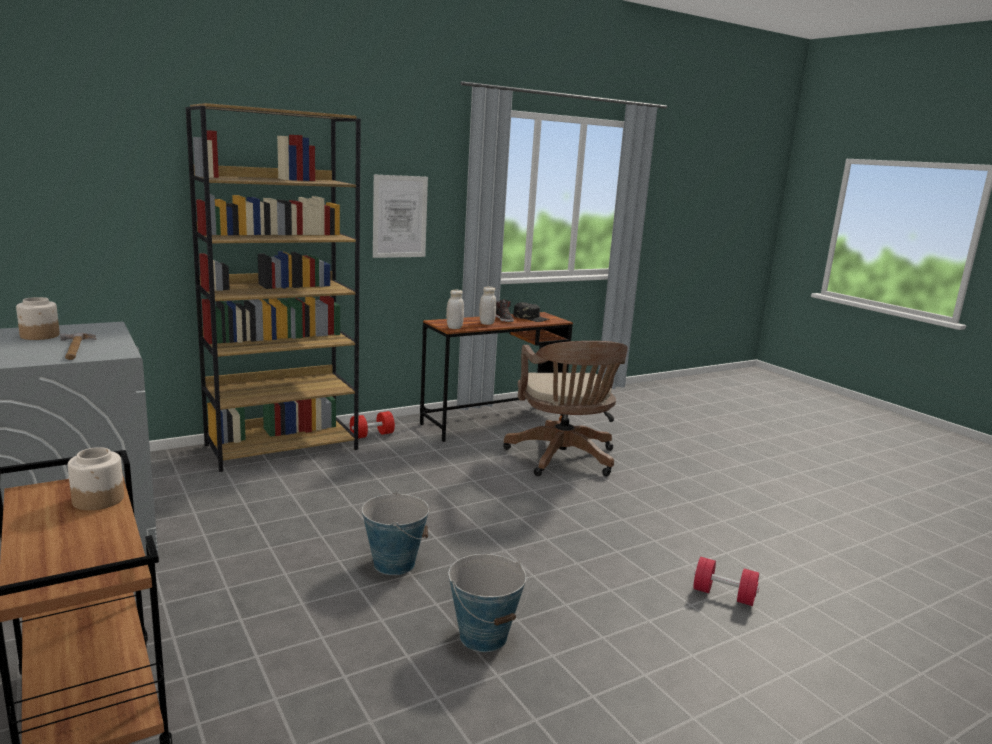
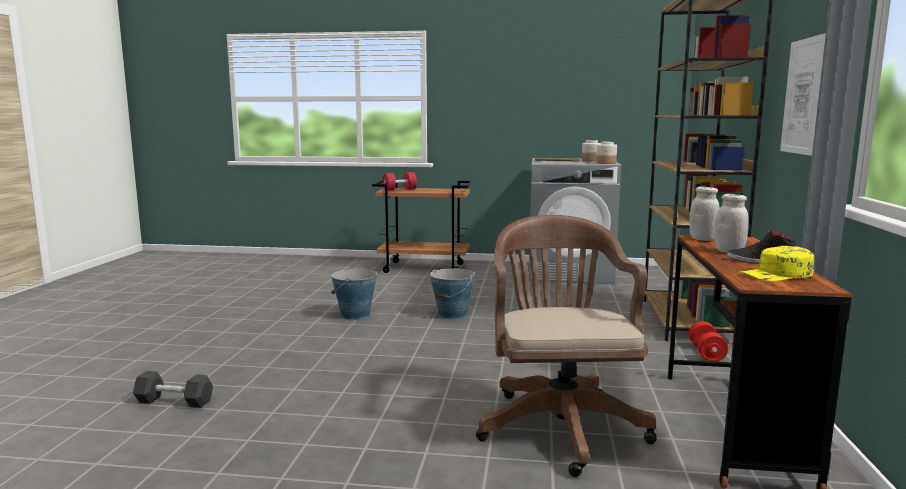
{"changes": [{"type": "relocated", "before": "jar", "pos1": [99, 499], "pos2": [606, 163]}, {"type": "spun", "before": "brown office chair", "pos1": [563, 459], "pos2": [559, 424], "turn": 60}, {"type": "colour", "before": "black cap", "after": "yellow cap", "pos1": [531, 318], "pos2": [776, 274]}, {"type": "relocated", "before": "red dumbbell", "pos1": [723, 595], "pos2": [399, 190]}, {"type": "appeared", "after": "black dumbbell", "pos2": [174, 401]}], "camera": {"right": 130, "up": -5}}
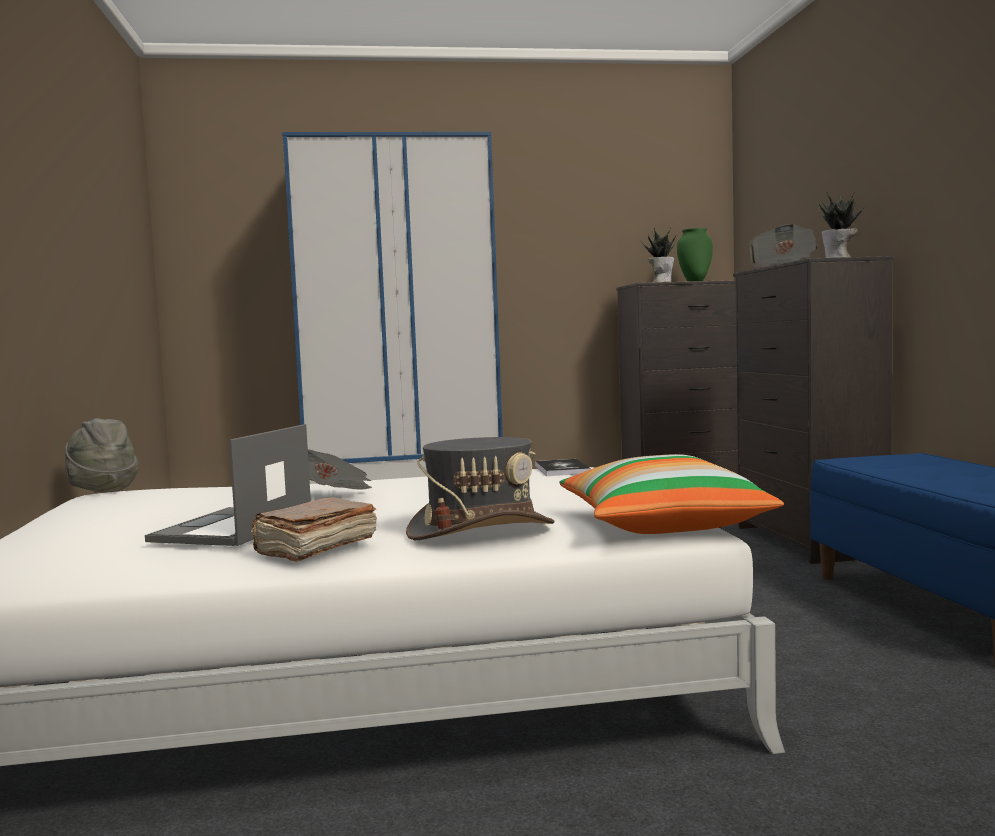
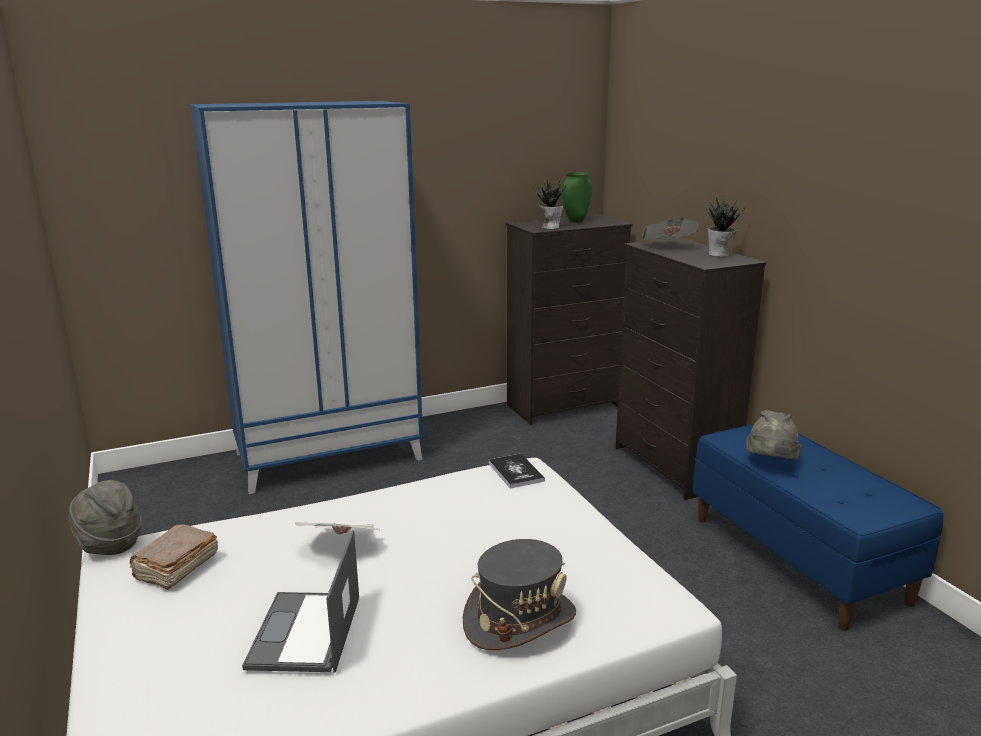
{"changes": [{"type": "relocated", "before": "brown book", "pos1": [314, 548], "pos2": [176, 568]}, {"type": "missing", "before": "pillow", "pos1": [661, 525]}, {"type": "appeared", "after": "grey hat", "pos2": [770, 464]}], "camera": {"right": -15, "up": 15}}
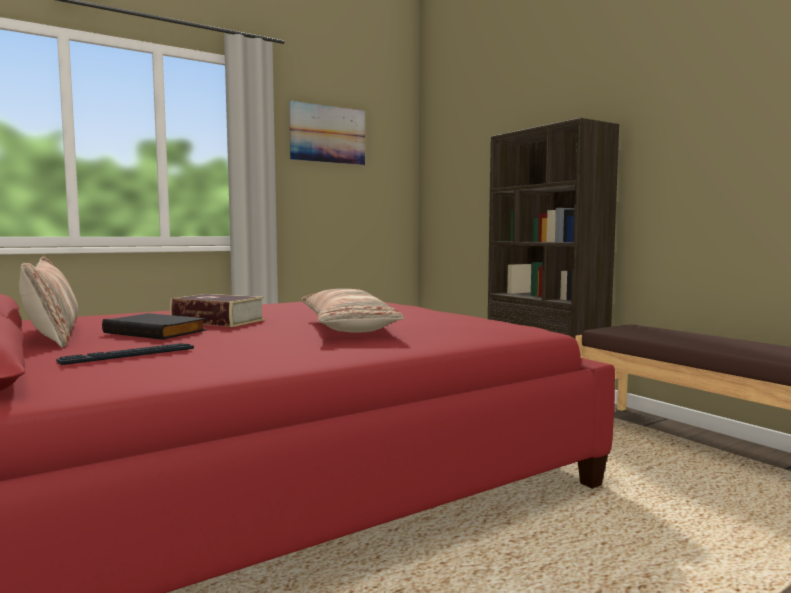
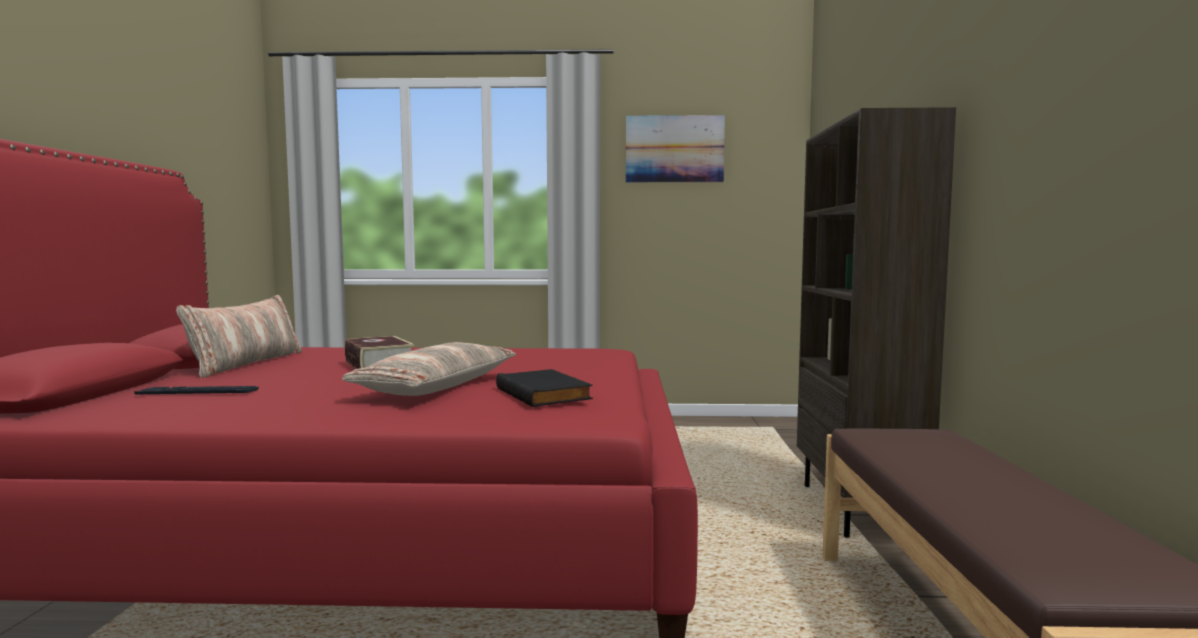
{"changes": [{"type": "relocated", "before": "black book", "pos1": [157, 331], "pos2": [545, 393]}], "camera": {"right": 35, "up": 0}}
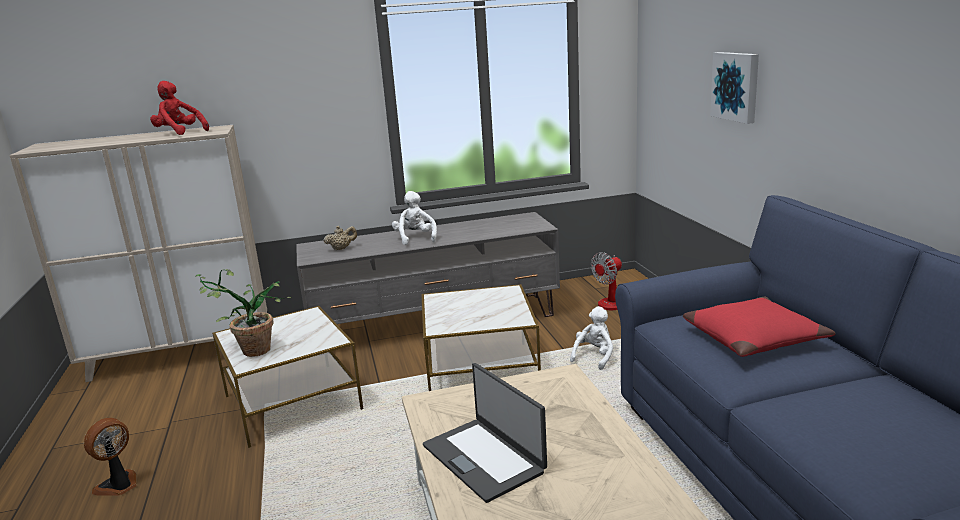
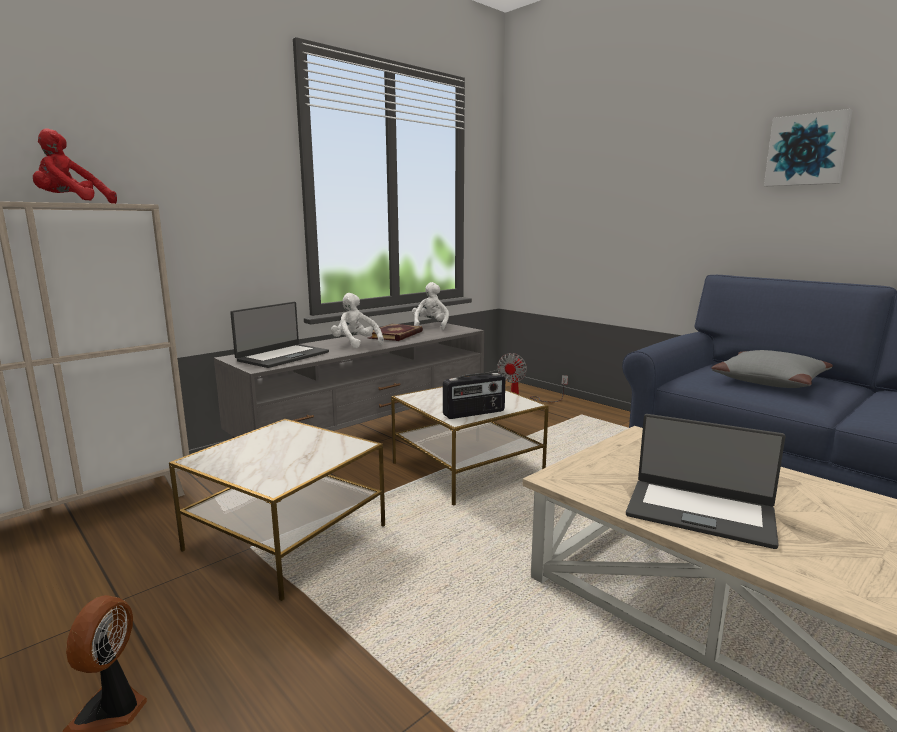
{"changes": [{"type": "missing", "before": "potted plant", "pos1": [248, 352]}, {"type": "exchanged", "before": "beige teapot", "after": "laptop", "pos1": [341, 248], "pos2": [282, 356]}, {"type": "relocated", "before": "white plush toy", "pos1": [594, 357], "pos2": [430, 326]}, {"type": "colour", "before": "red pillow", "after": "grey pillow", "pos1": [753, 338], "pos2": [768, 380]}, {"type": "relocated", "before": "picture", "pos1": [736, 86], "pos2": [807, 150]}, {"type": "appeared", "after": "book", "pos2": [396, 335]}, {"type": "appeared", "after": "radio", "pos2": [474, 413]}], "camera": {"right": -30, "up": -5}}
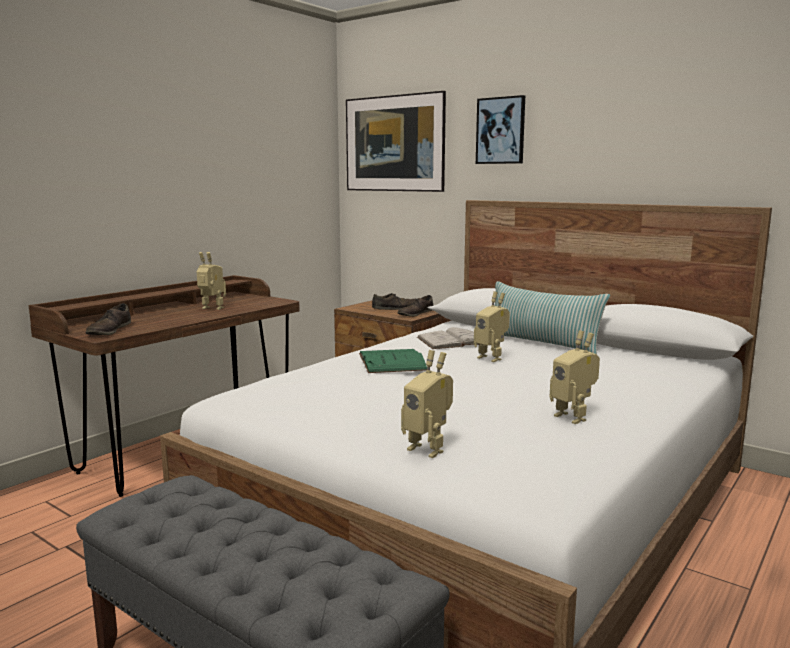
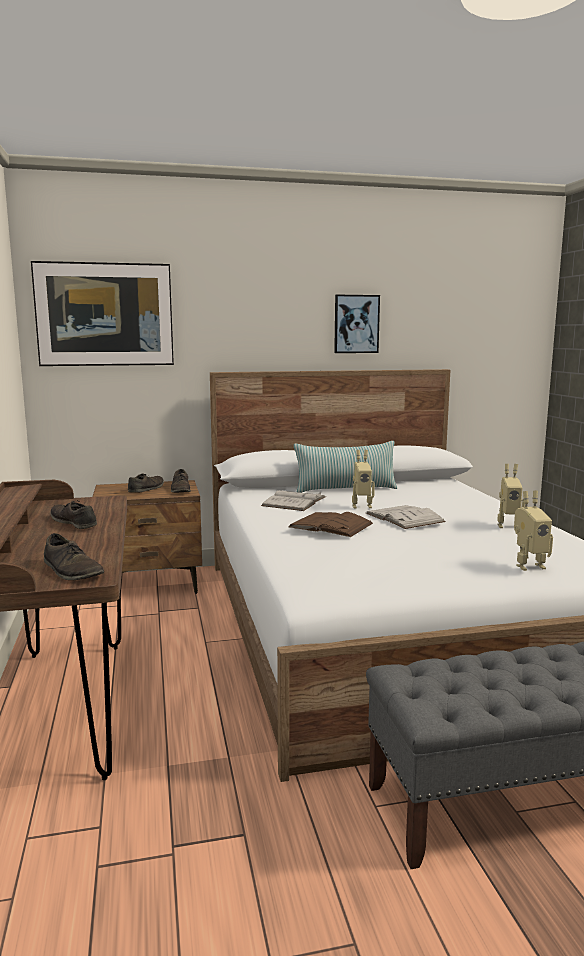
{"changes": [{"type": "exchanged", "before": "toy robot", "after": "brown shoe", "pos1": [211, 308], "pos2": [74, 522]}, {"type": "colour", "before": "green book", "after": "brown book", "pos1": [392, 361], "pos2": [331, 525]}, {"type": "relocated", "before": "picture", "pos1": [501, 130], "pos2": [356, 324]}, {"type": "appeared", "after": "white book", "pos2": [404, 517]}], "camera": {"right": -50, "up": 0}}
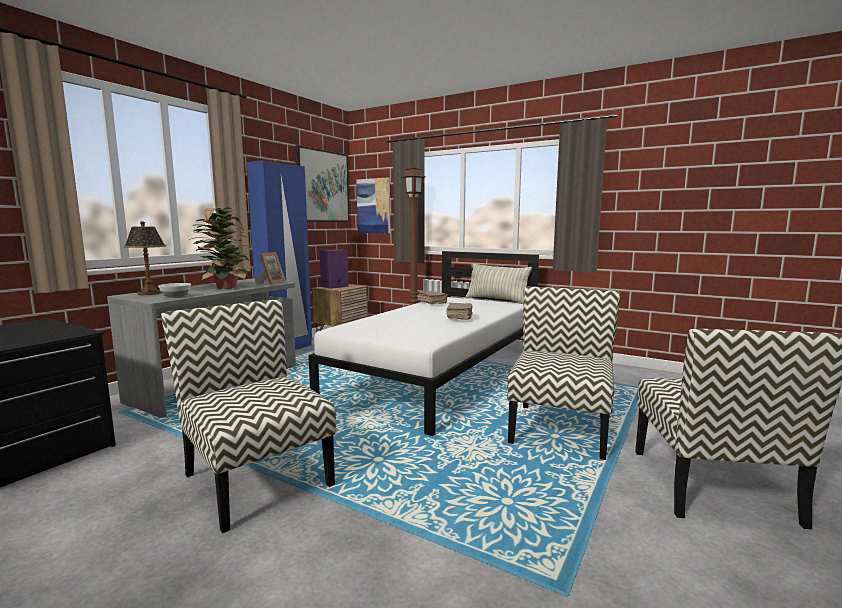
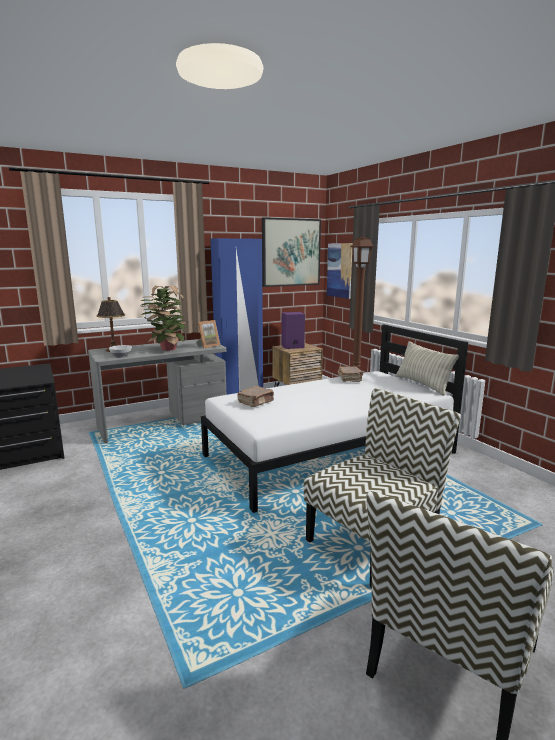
{"changes": [{"type": "missing", "before": "chair", "pos1": [256, 479]}, {"type": "relocated", "before": "brown book", "pos1": [460, 317], "pos2": [256, 402]}], "camera": {"right": 30, "up": 5}}
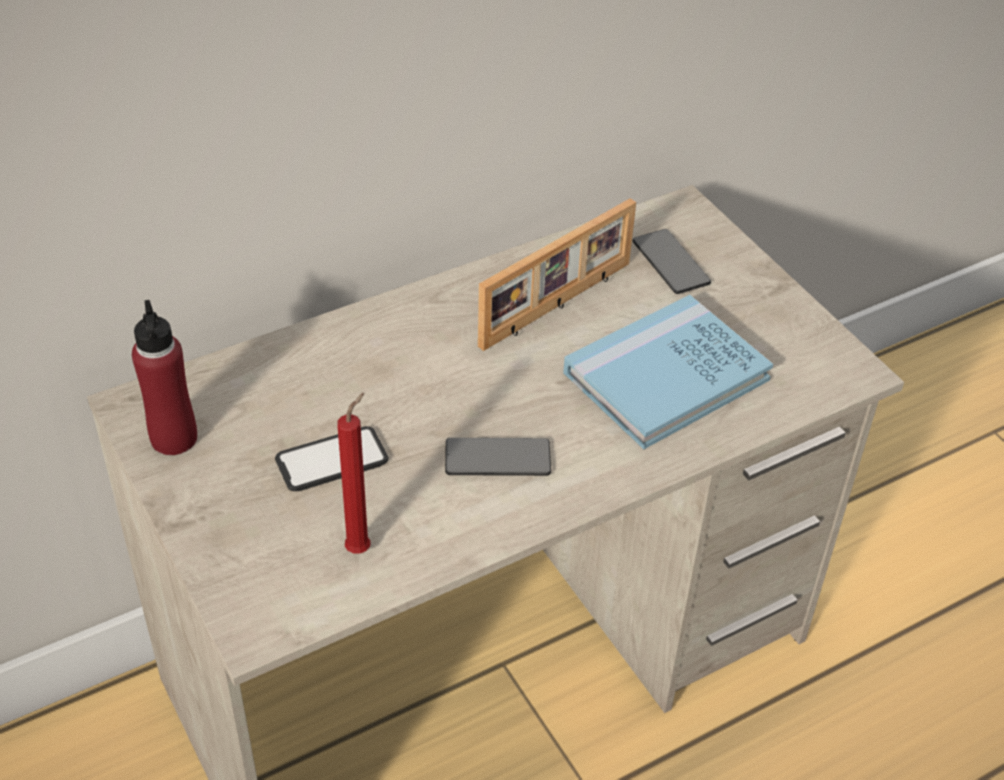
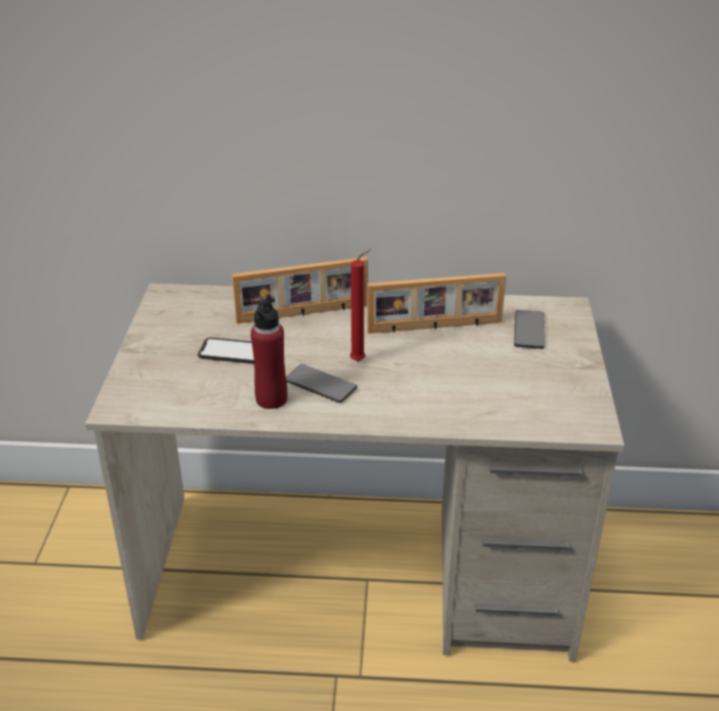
{"changes": [{"type": "relocated", "before": "red bottle", "pos1": [174, 438], "pos2": [271, 399]}, {"type": "relocated", "before": "red candle", "pos1": [361, 548], "pos2": [360, 360]}, {"type": "missing", "before": "blue book", "pos1": [666, 376]}, {"type": "appeared", "after": "picture frame", "pos2": [303, 314]}], "camera": {"right": 35, "up": -10}}
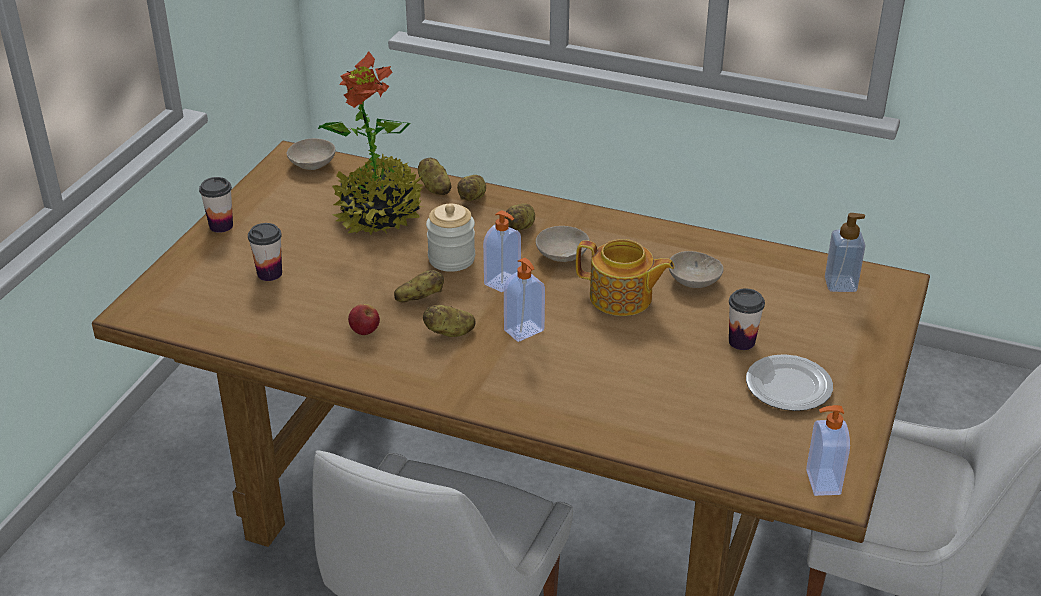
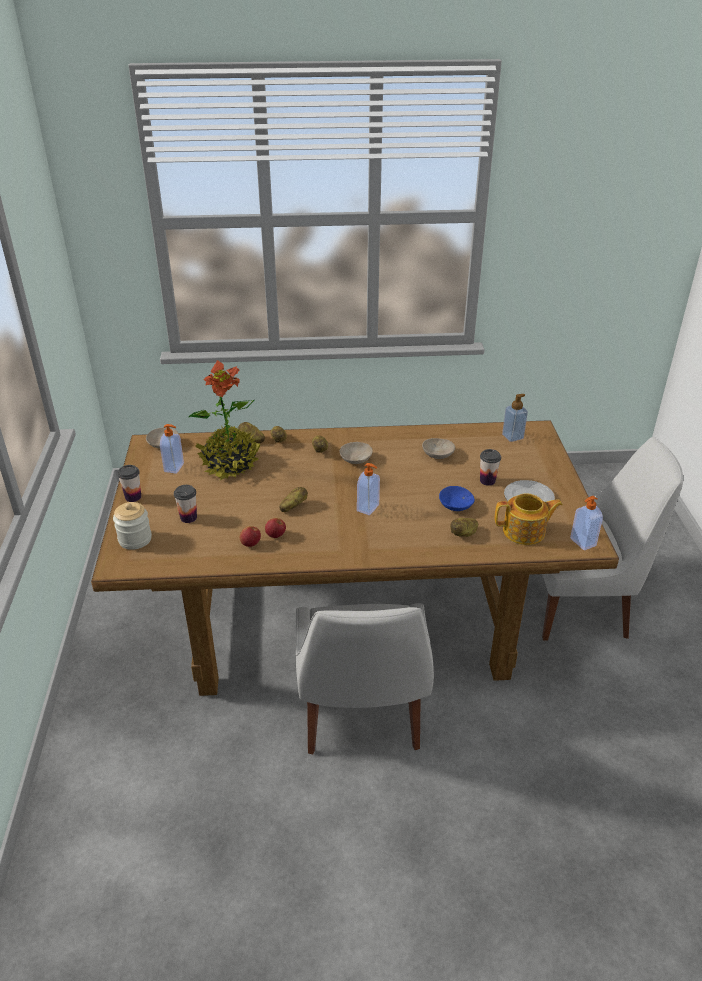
{"changes": [{"type": "relocated", "before": "potato", "pos1": [449, 332], "pos2": [464, 534]}, {"type": "relocated", "before": "jar", "pos1": [451, 259], "pos2": [135, 539]}, {"type": "relocated", "before": "soap dispenser", "pos1": [503, 282], "pos2": [174, 467]}, {"type": "relocated", "before": "teapot", "pos1": [622, 298], "pos2": [525, 532]}, {"type": "appeared", "after": "apple", "pos2": [250, 544]}, {"type": "appeared", "after": "blue bowl", "pos2": [454, 505]}], "camera": {"right": -25, "up": 0}}
